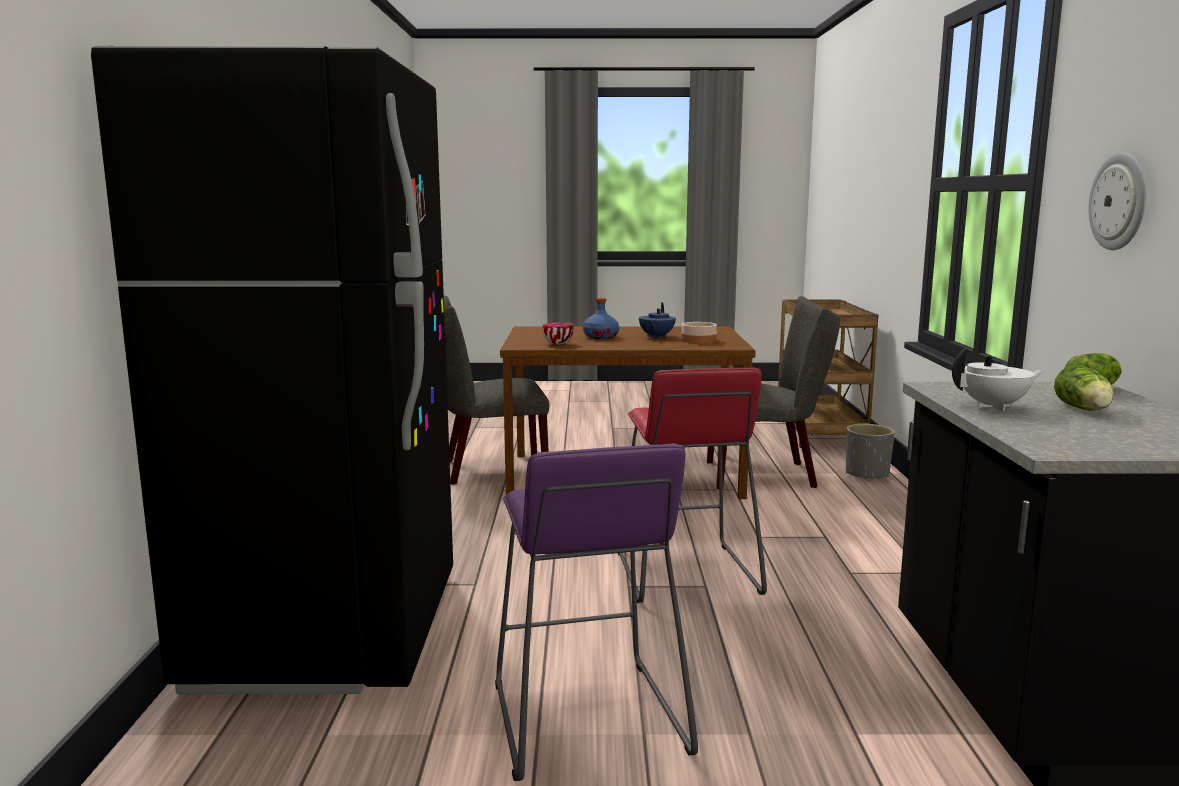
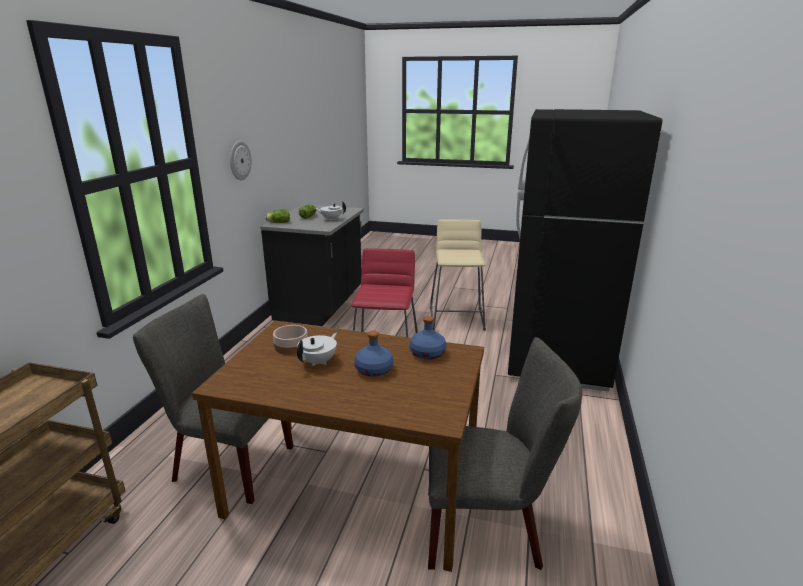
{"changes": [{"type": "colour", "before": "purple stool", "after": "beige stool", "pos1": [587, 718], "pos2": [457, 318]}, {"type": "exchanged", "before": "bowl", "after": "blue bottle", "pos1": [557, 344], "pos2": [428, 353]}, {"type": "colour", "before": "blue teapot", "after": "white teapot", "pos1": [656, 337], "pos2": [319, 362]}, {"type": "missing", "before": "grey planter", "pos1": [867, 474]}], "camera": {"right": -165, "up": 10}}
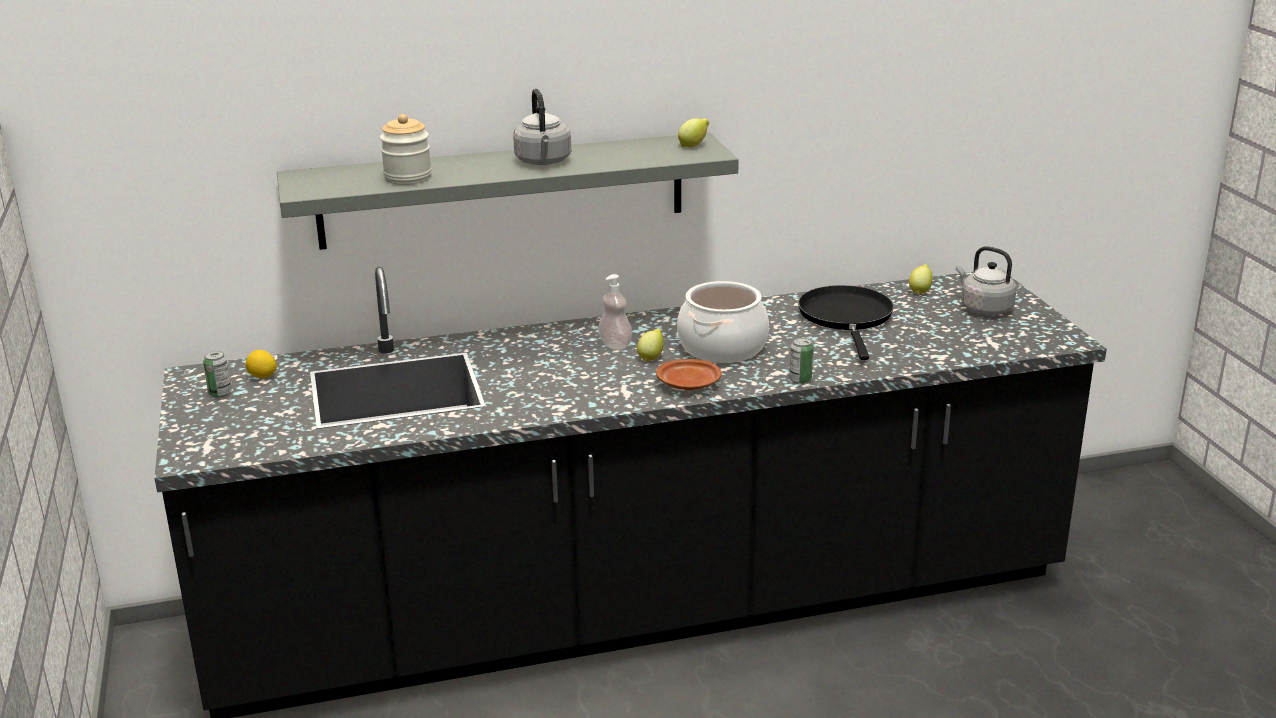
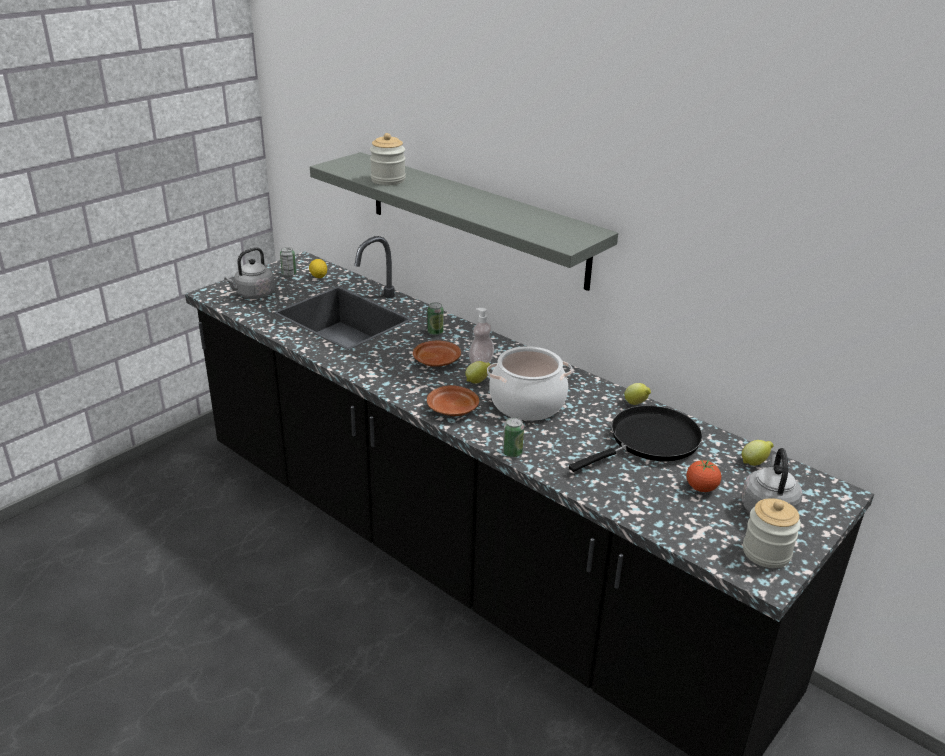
{"changes": [{"type": "relocated", "before": "grey kettle", "pos1": [543, 162], "pos2": [253, 295]}, {"type": "relocated", "before": "lemon", "pos1": [693, 146], "pos2": [636, 404]}, {"type": "appeared", "after": "brown plate", "pos2": [437, 361]}, {"type": "appeared", "after": "can", "pos2": [435, 332]}, {"type": "appeared", "after": "tomato", "pos2": [701, 488]}, {"type": "appeared", "after": "jar", "pos2": [766, 552]}], "camera": {"right": 55, "up": 5}}
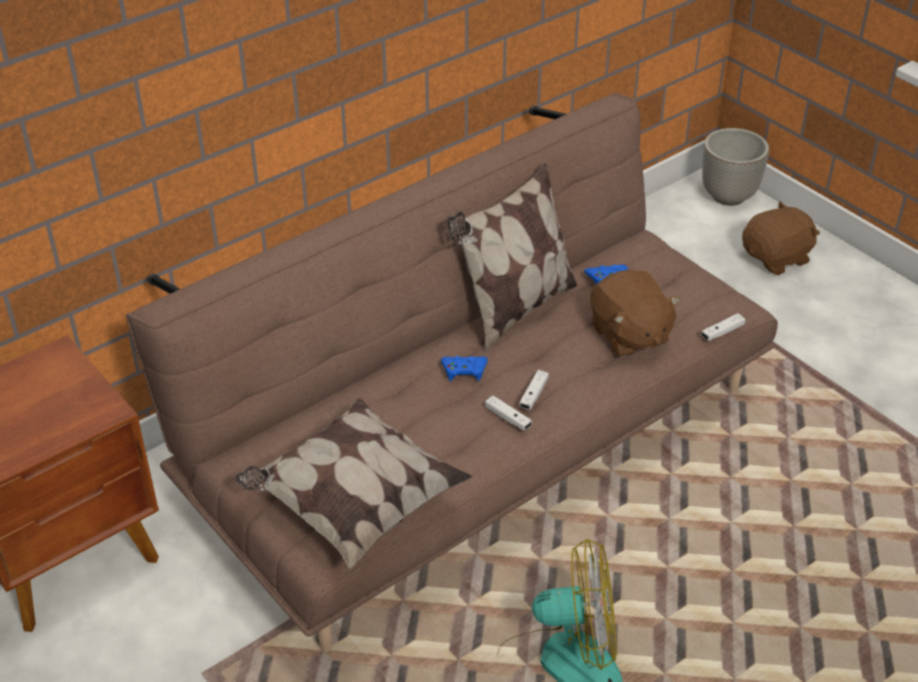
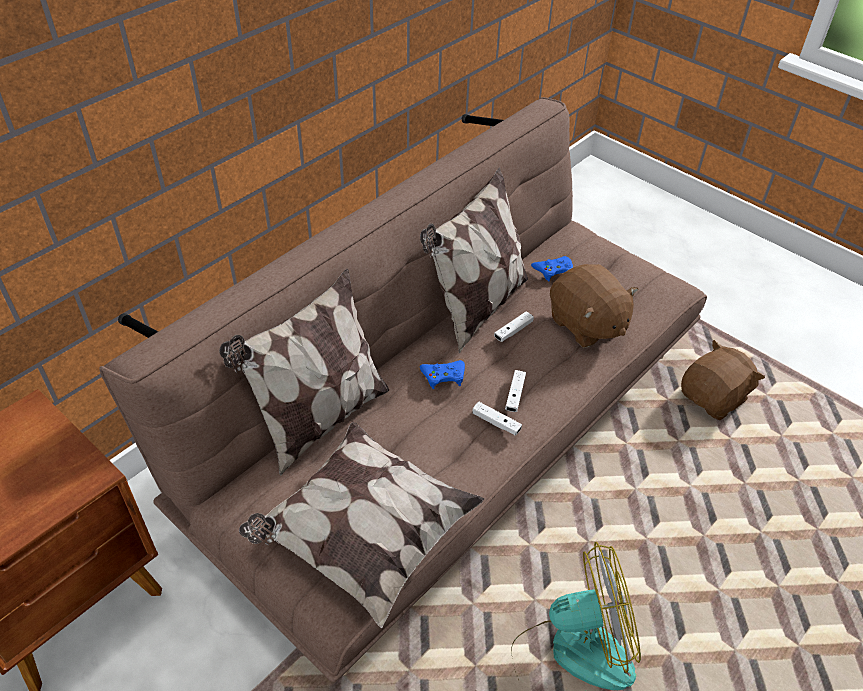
{"changes": [{"type": "relocated", "before": "white game controller", "pos1": [722, 332], "pos2": [513, 331]}, {"type": "missing", "before": "planter", "pos1": [729, 196]}, {"type": "relocated", "before": "brown plush toy", "pos1": [777, 258], "pos2": [713, 398]}, {"type": "appeared", "after": "pillow", "pos2": [319, 419]}], "camera": {"right": -10, "up": 5}}
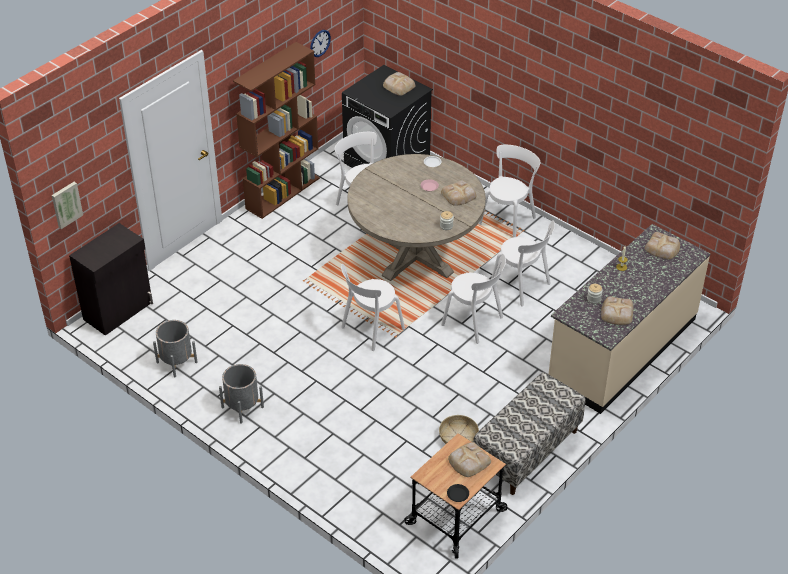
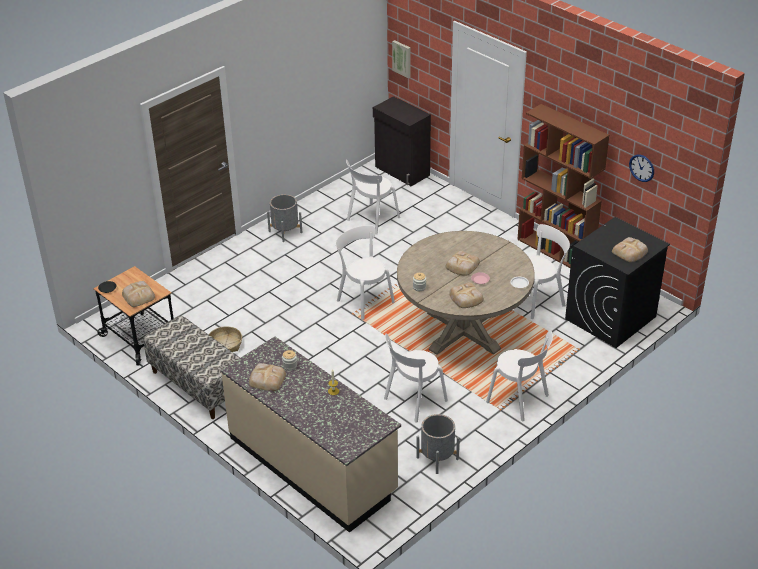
{"changes": [{"type": "relocated", "before": "grey planter", "pos1": [177, 362], "pos2": [437, 458]}, {"type": "relocated", "before": "white chair", "pos1": [474, 322], "pos2": [371, 219]}, {"type": "relocated", "before": "bread", "pos1": [662, 248], "pos2": [462, 266]}], "camera": {"right": 95, "up": -5}}
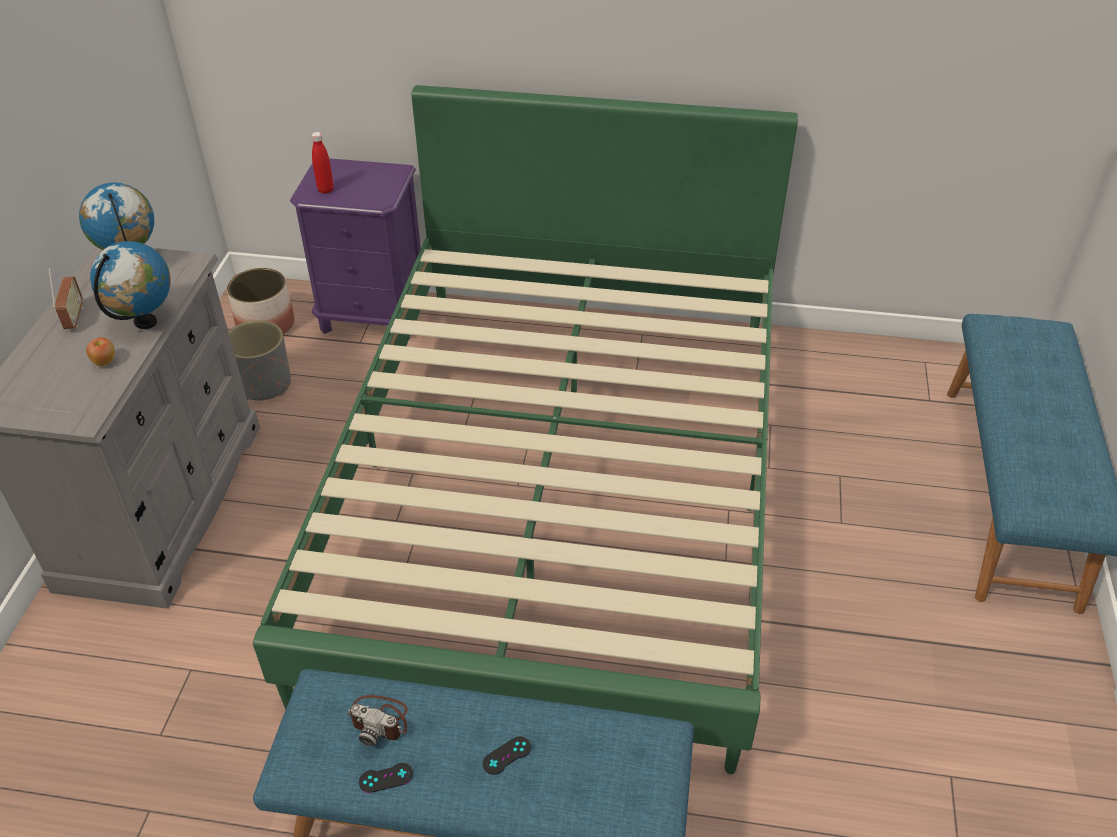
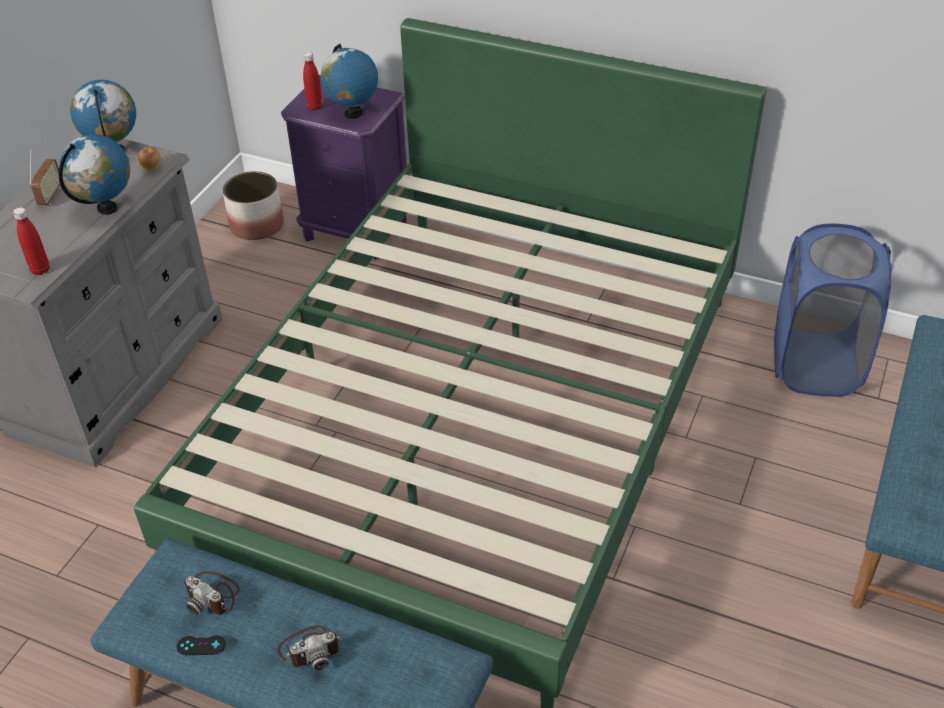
{"changes": [{"type": "relocated", "before": "apple", "pos1": [105, 362], "pos2": [152, 168]}, {"type": "missing", "before": "grey planter", "pos1": [264, 384]}, {"type": "exchanged", "before": "black game controller", "after": "photo camera", "pos1": [507, 755], "pos2": [311, 649]}, {"type": "appeared", "after": "red bottle", "pos2": [40, 270]}, {"type": "appeared", "after": "globe", "pos2": [353, 114]}, {"type": "appeared", "after": "blue laundry basket", "pos2": [815, 364]}], "camera": {"right": 15, "up": 0}}
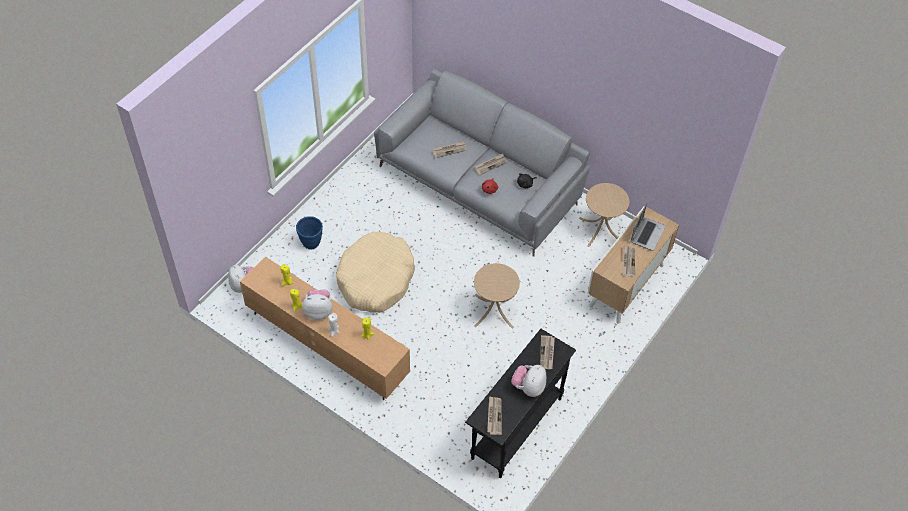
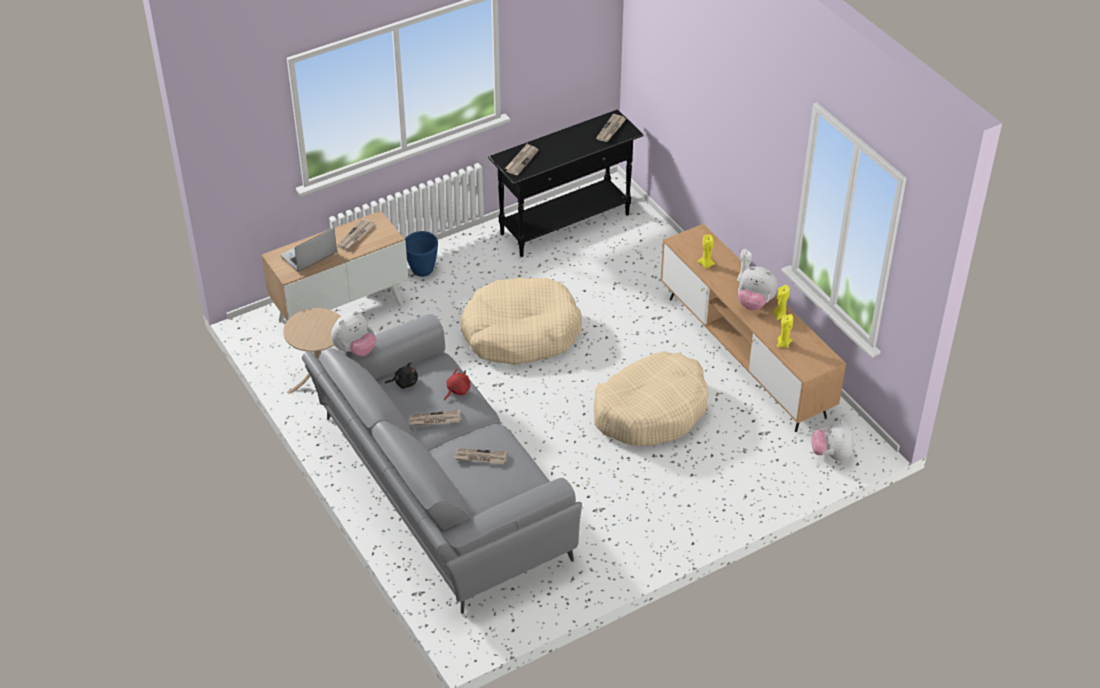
{"changes": [{"type": "relocated", "before": "blue planter", "pos1": [311, 243], "pos2": [422, 270]}, {"type": "exchanged", "before": "beige side table", "after": "beige dog bed", "pos1": [494, 311], "pos2": [520, 333]}, {"type": "relocated", "before": "plush toy", "pos1": [528, 387], "pos2": [355, 350]}], "camera": {"right": -155, "up": -10}}
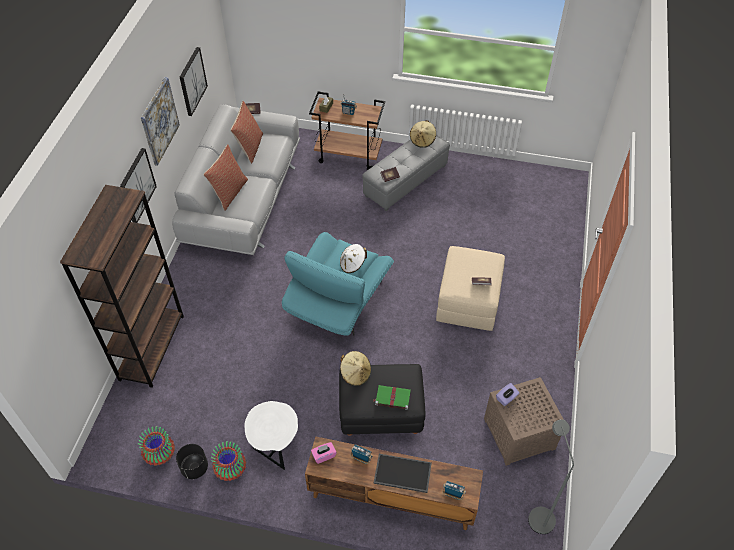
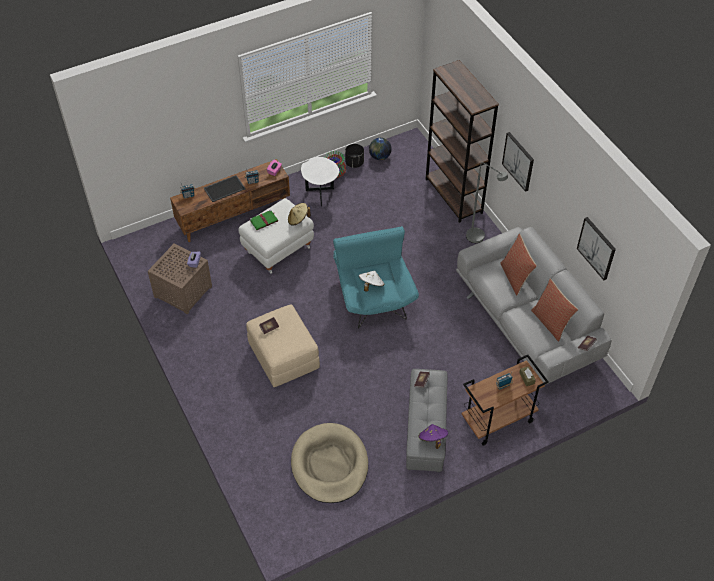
{"changes": [{"type": "exchanged", "before": "vase", "after": "globe", "pos1": [160, 454], "pos2": [379, 157]}, {"type": "missing", "before": "picture", "pos1": [159, 121]}, {"type": "colour", "before": "black ottoman", "after": "white ottoman", "pos1": [380, 415], "pos2": [278, 248]}, {"type": "colour", "before": "beige hat", "after": "purple hat", "pos1": [422, 140], "pos2": [432, 439]}, {"type": "relocated", "before": "grey floor lamp", "pos1": [539, 513], "pos2": [479, 239]}, {"type": "appeared", "after": "beige dog bed", "pos2": [330, 465]}], "camera": {"right": 140, "up": 0}}
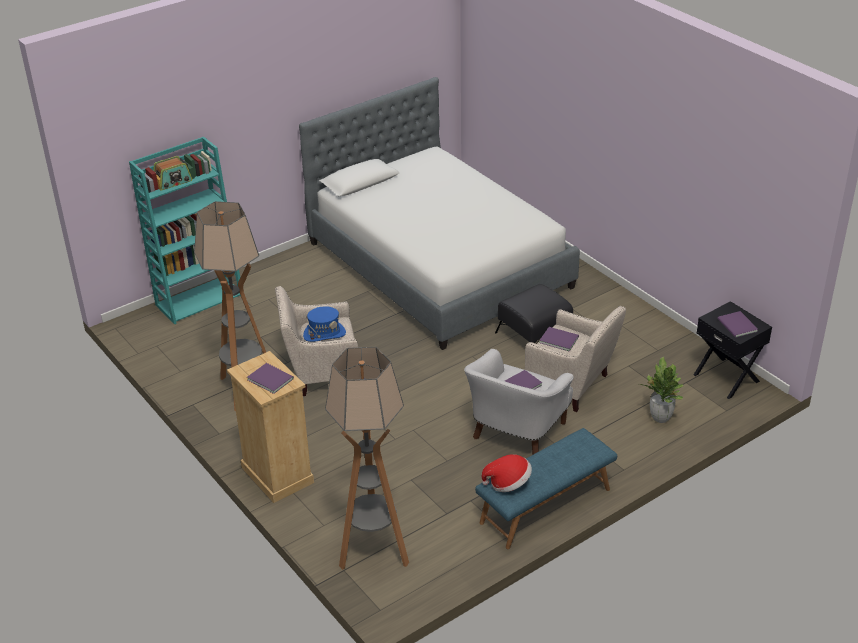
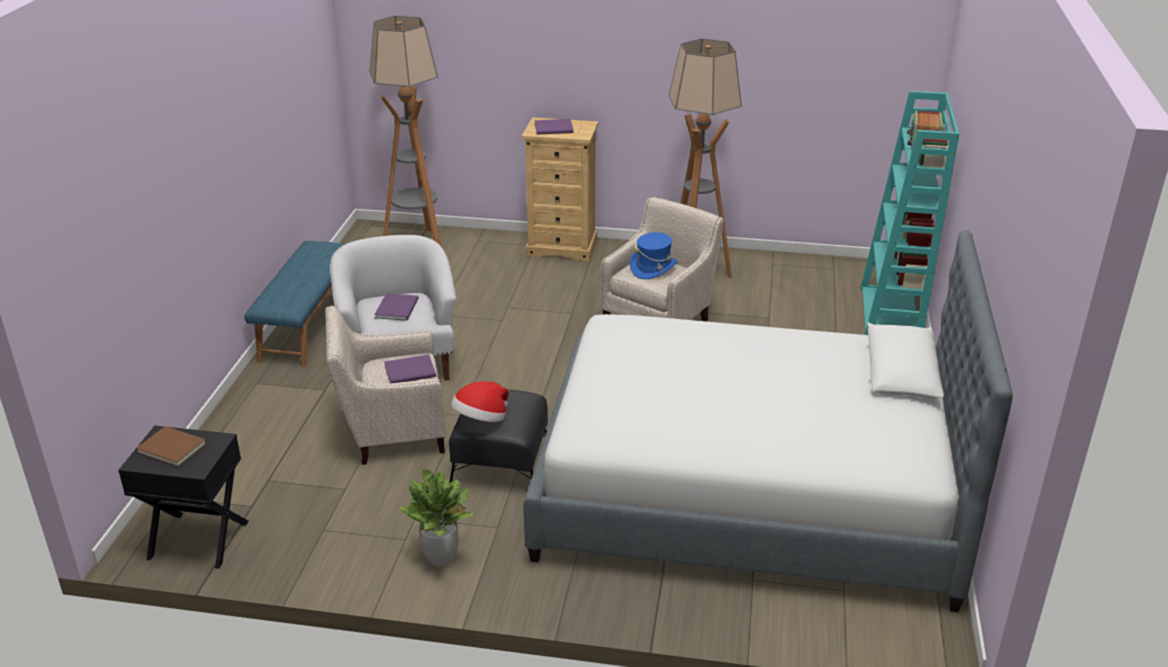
{"changes": [{"type": "relocated", "before": "hat", "pos1": [508, 483], "pos2": [481, 420]}, {"type": "relocated", "before": "potted plant", "pos1": [660, 417], "pos2": [441, 558]}, {"type": "colour", "before": "purple book", "after": "brown book", "pos1": [737, 326], "pos2": [172, 446]}], "camera": {"right": 135, "up": -5}}
